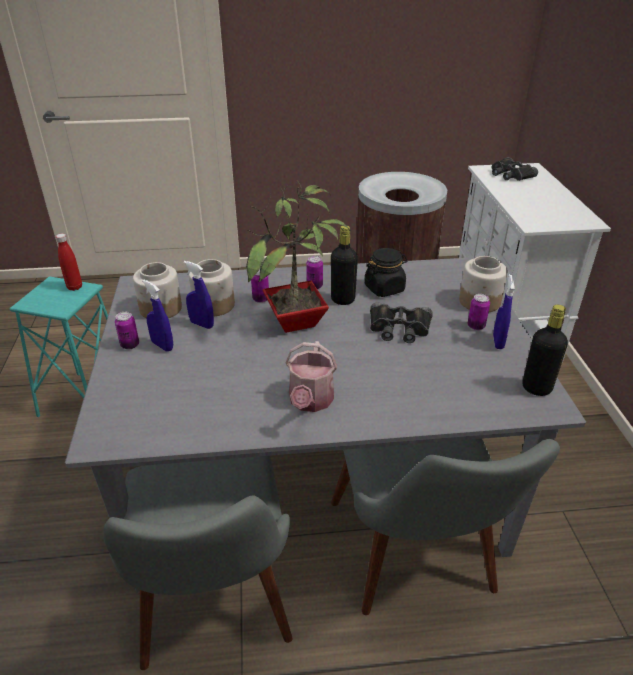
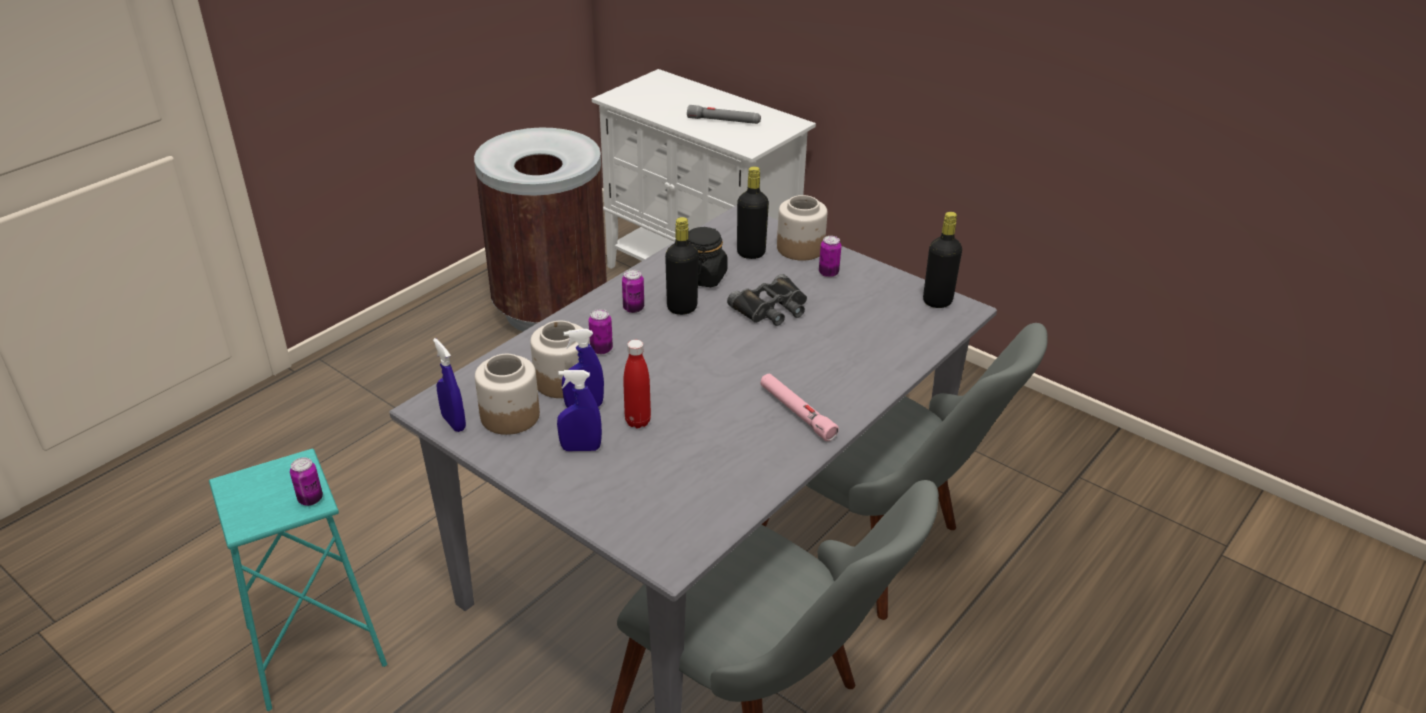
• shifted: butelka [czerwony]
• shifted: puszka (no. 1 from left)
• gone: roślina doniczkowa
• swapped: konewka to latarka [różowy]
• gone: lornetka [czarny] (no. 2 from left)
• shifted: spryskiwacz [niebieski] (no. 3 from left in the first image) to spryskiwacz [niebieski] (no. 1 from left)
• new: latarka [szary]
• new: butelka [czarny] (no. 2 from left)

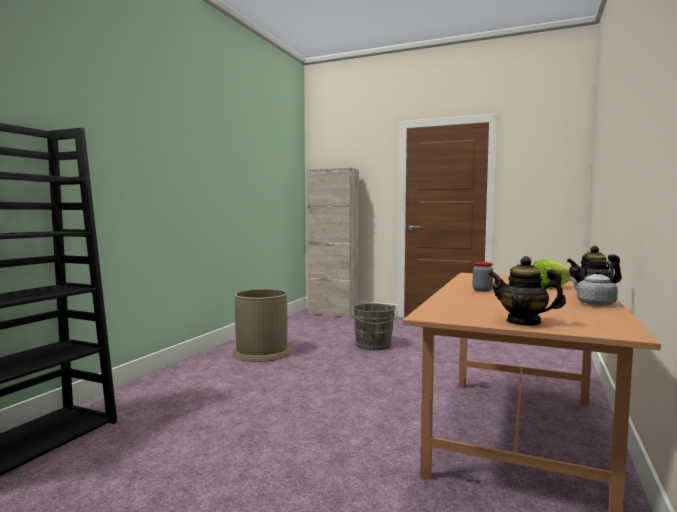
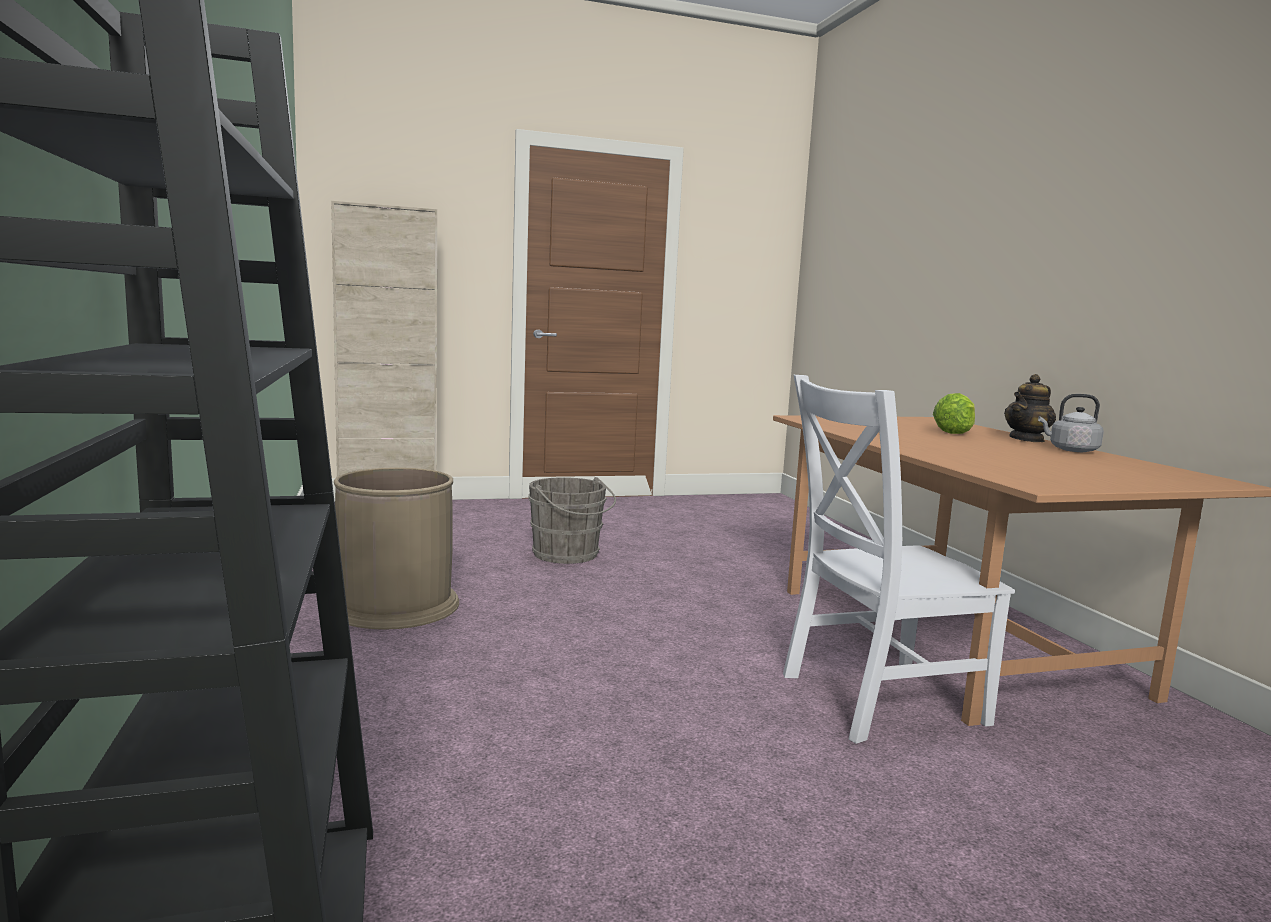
• gone: słoik
• gone: imbryk (no. 1 from left)
• new: krzesło [biały]

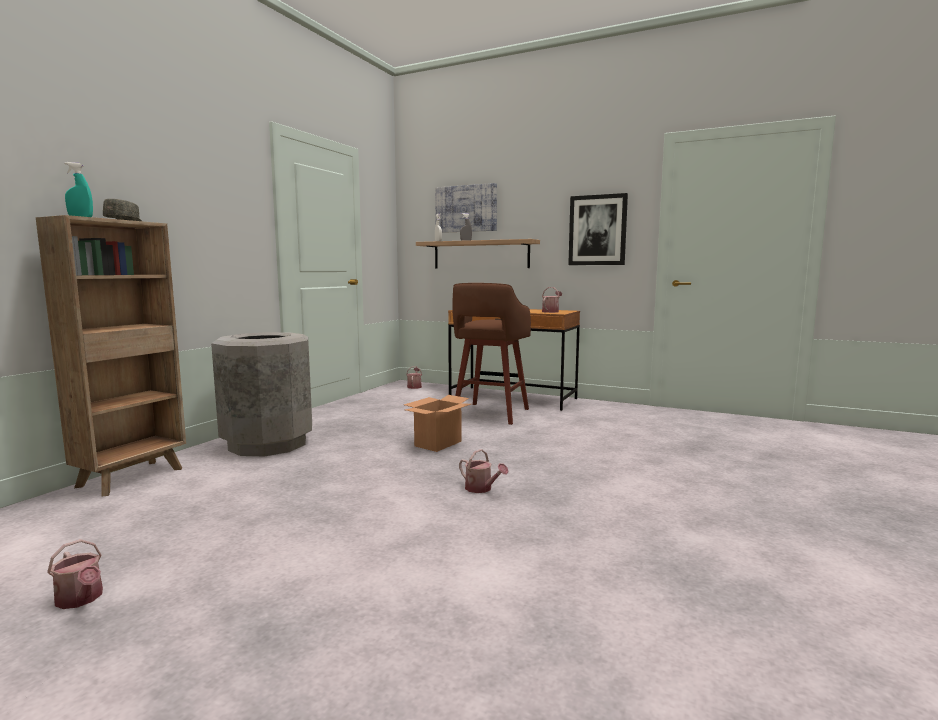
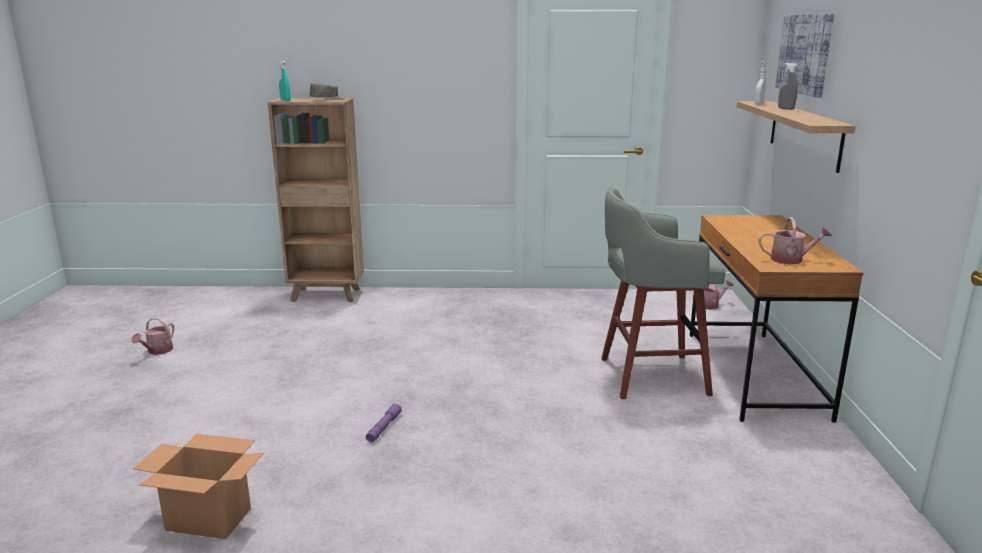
• gone: kosz na śmieci [szary]
• shifted: karton
• repainted: stołek [brązowy] to stołek [szary]
• swapped: konewka (no. 3 from left) to latarka [fioletowy]
• gone: obraz (no. 2 from left)

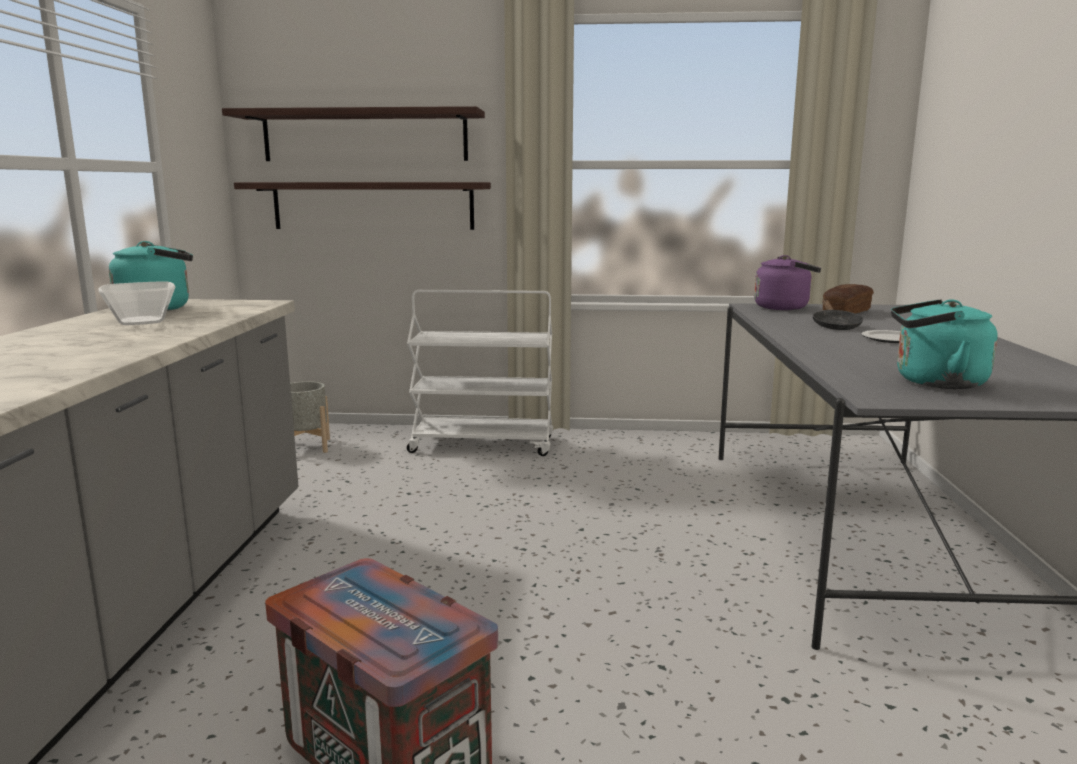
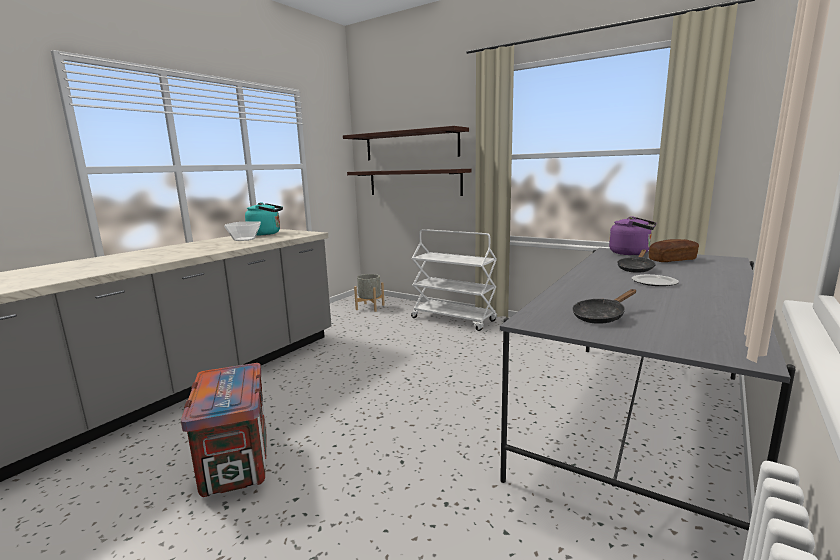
• swapped: czajnik [turkusowy] (no. 2 from left) to patelnia [czarny] (no. 1 from left)

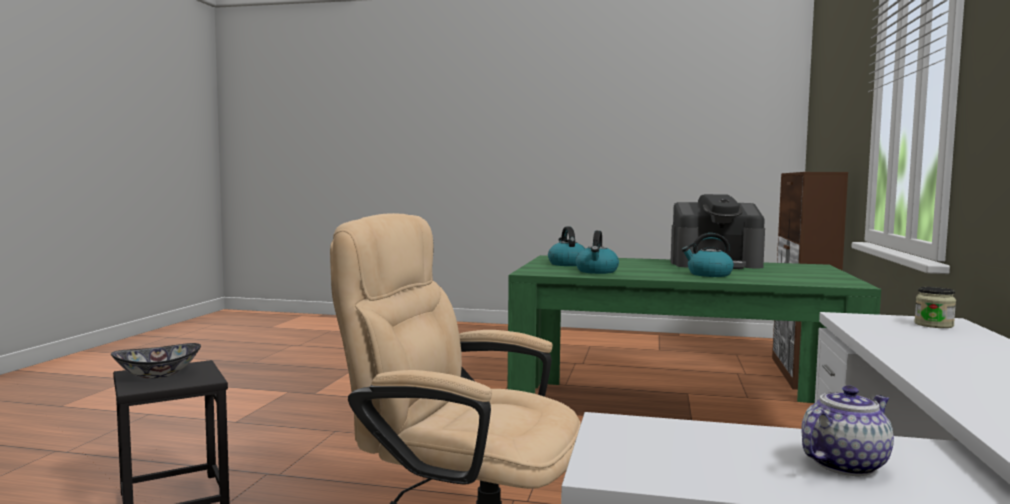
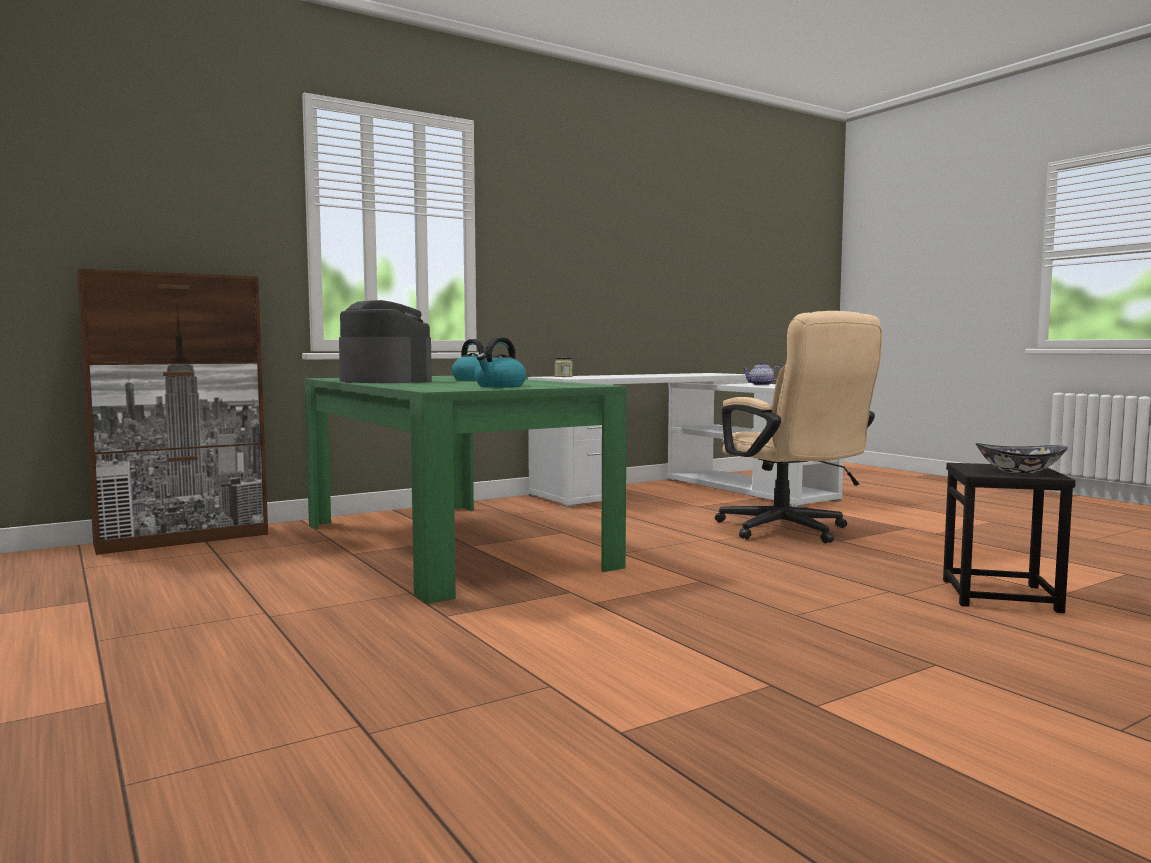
• gone: czajnik (no. 2 from left)

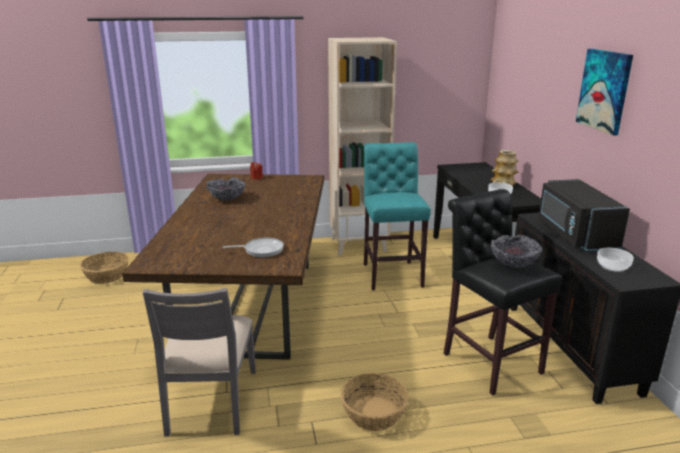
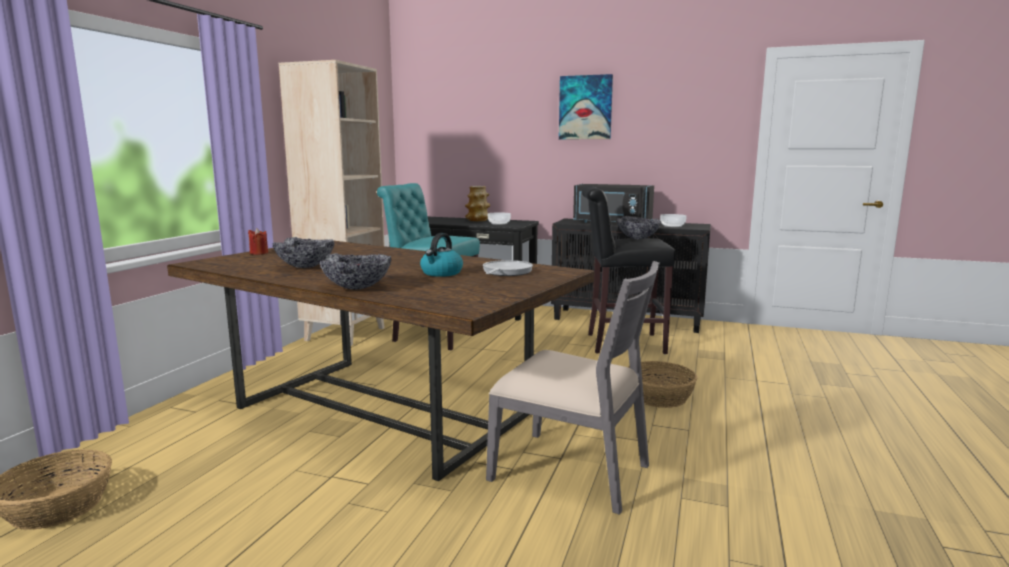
• new: miska (no. 2 from left)
• new: czajnik

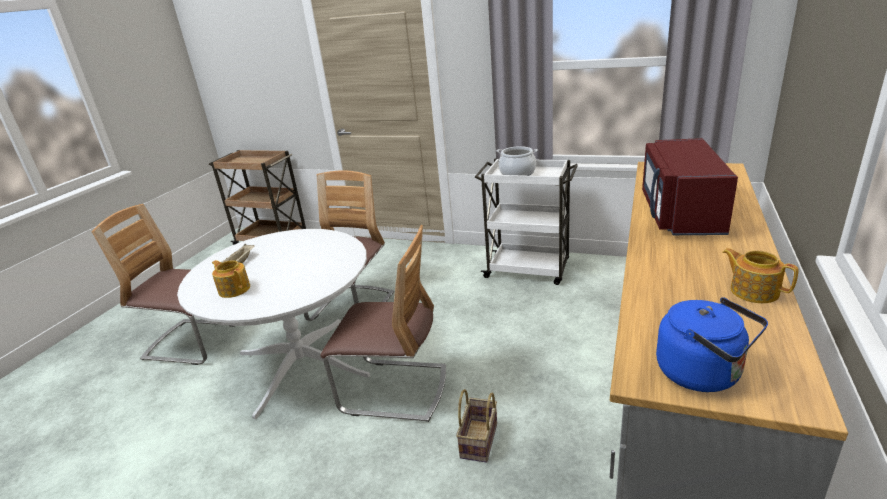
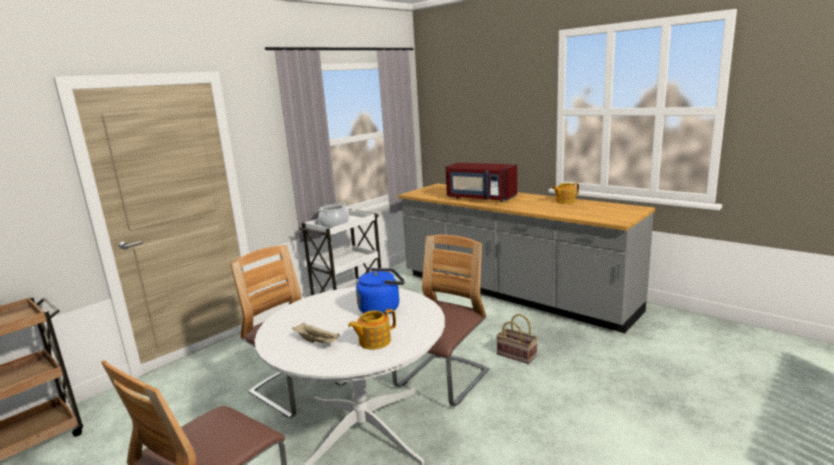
• shifted: czajnik [niebieski]

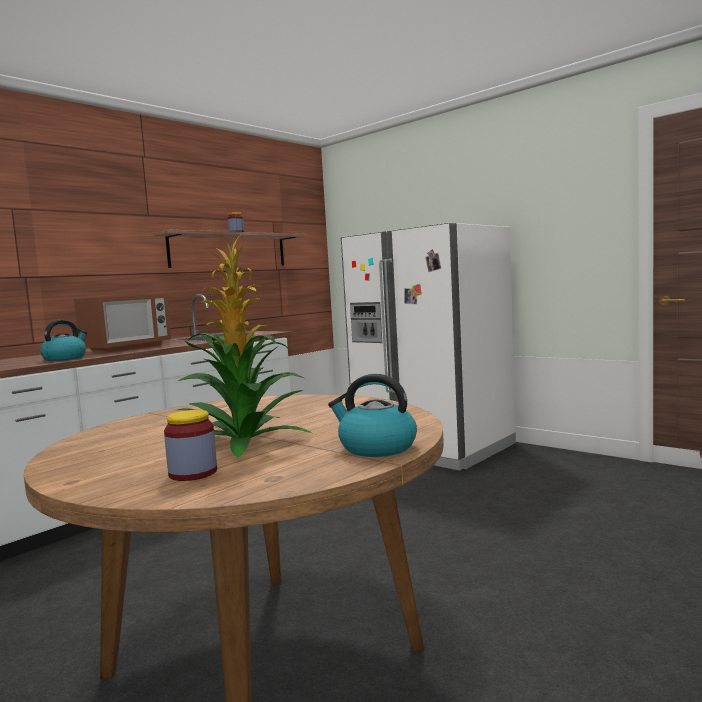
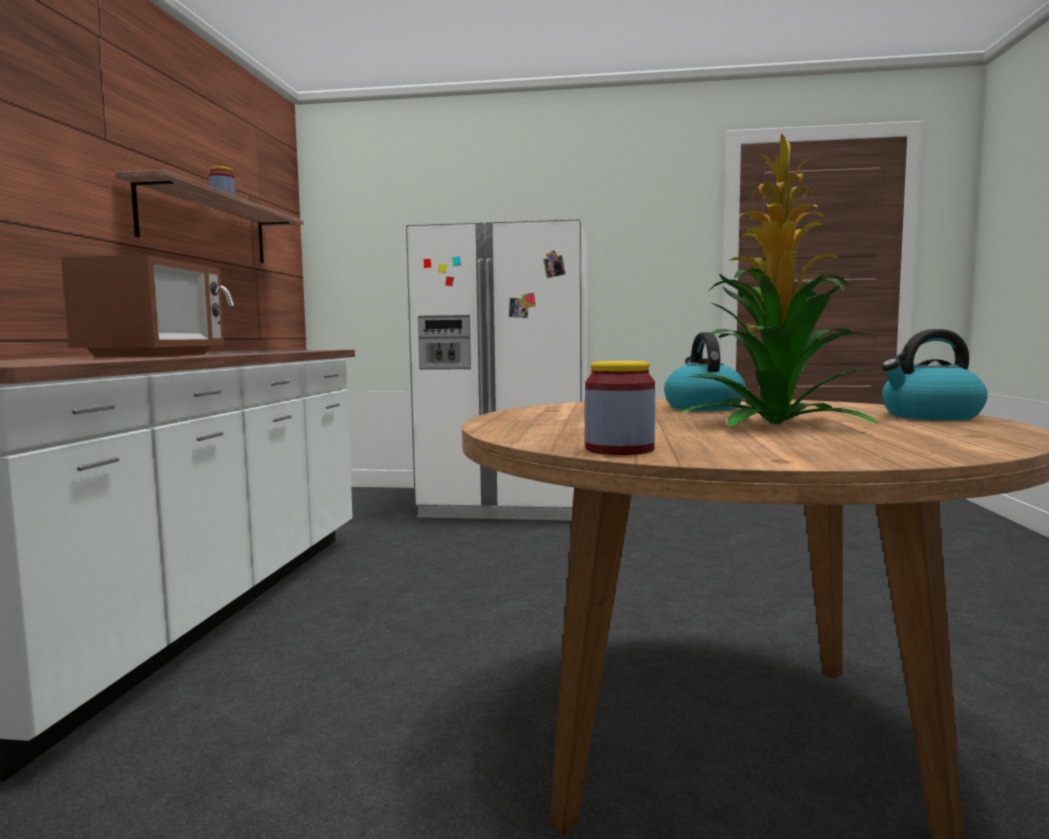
• shifted: czajnik (no. 1 from left)
• shifted: słoik (no. 1 from left in the first image) to słoik (no. 2 from left)

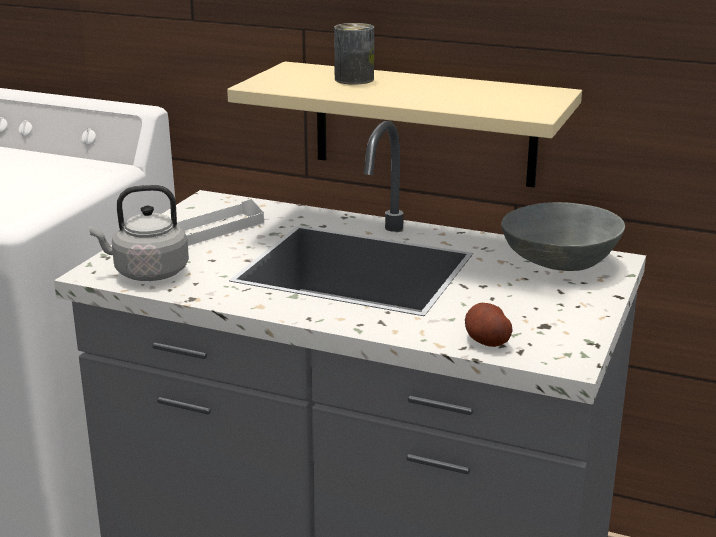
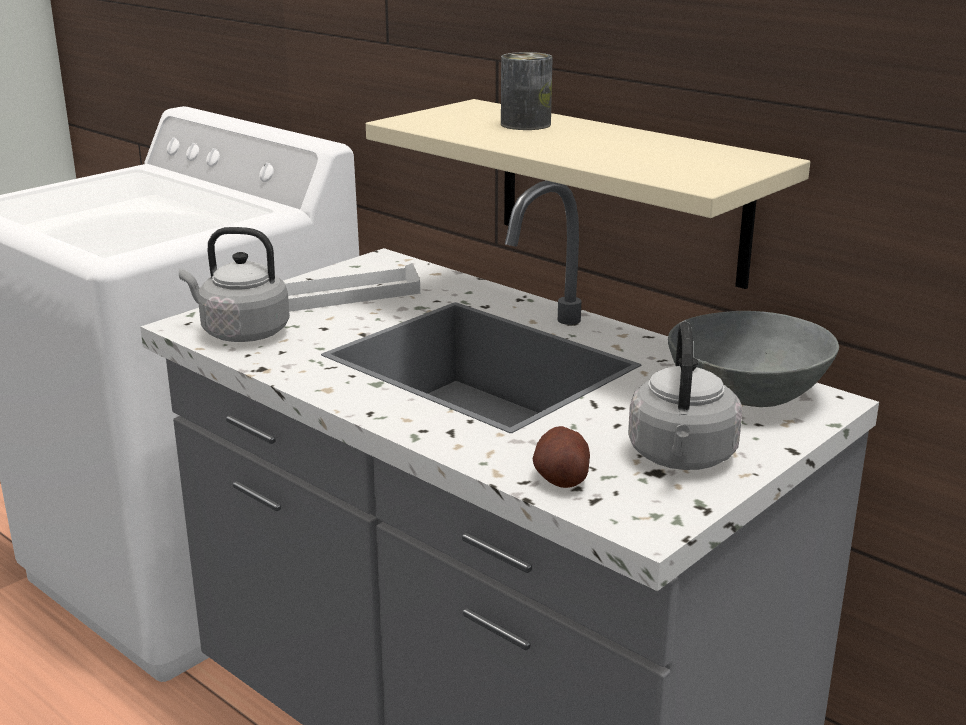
• new: czajnik [szary] (no. 2 from left)

